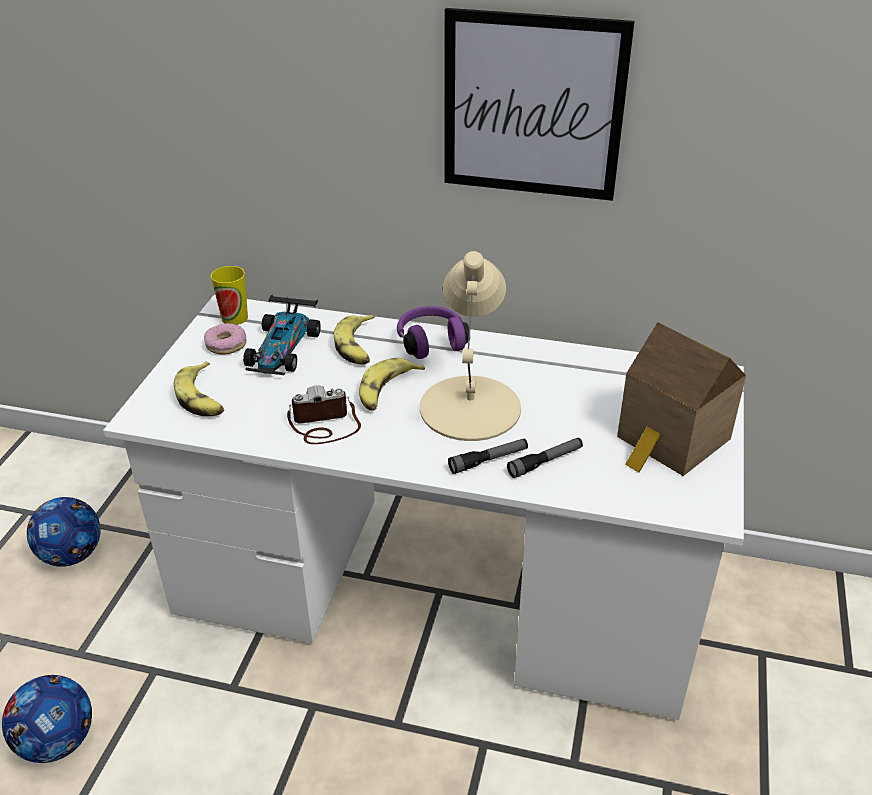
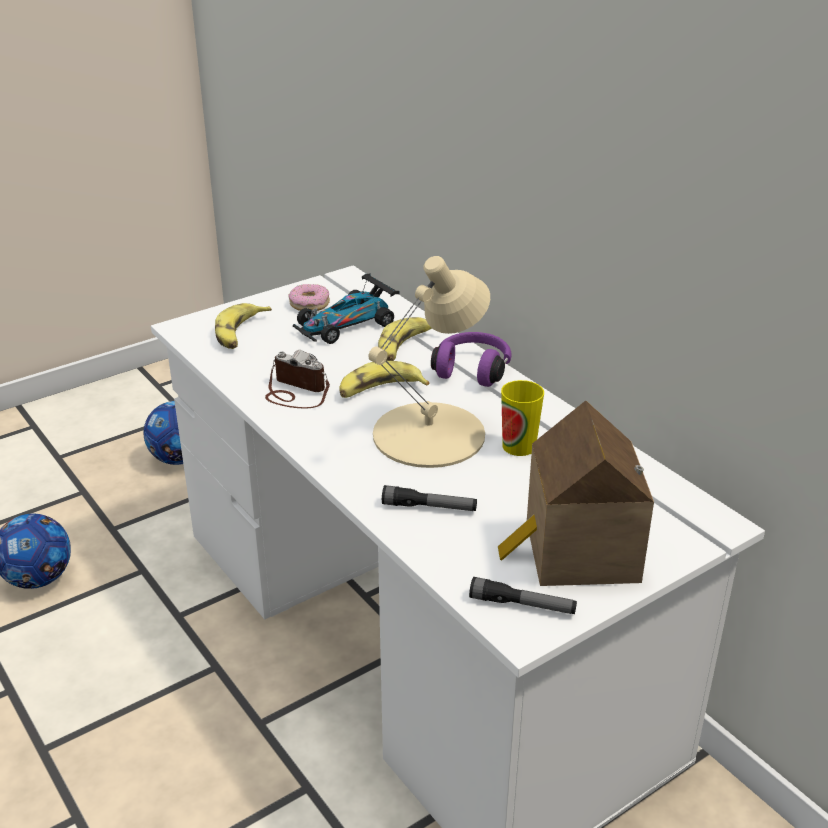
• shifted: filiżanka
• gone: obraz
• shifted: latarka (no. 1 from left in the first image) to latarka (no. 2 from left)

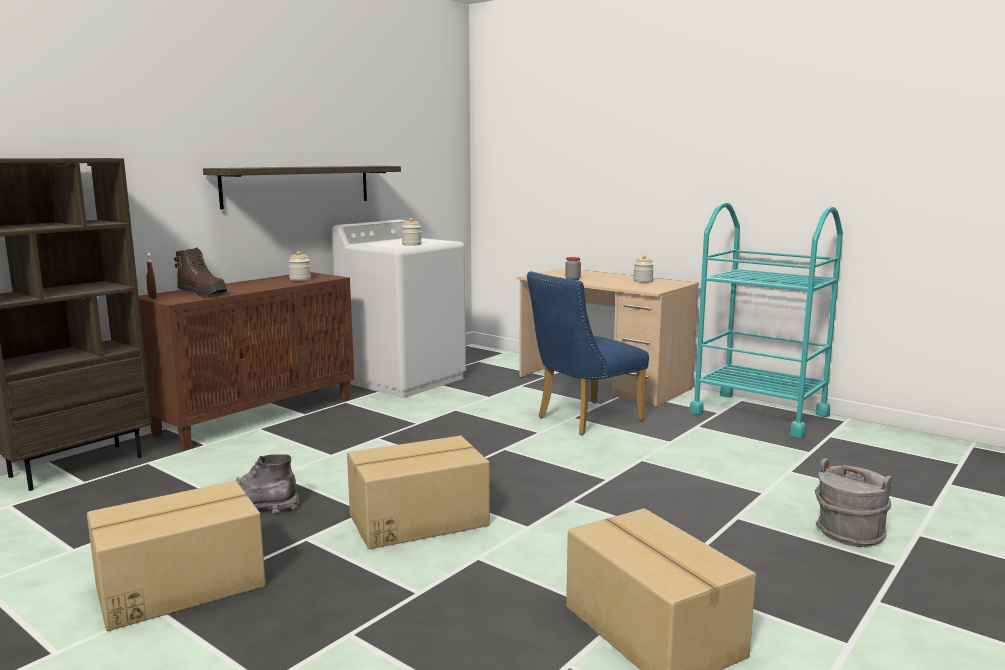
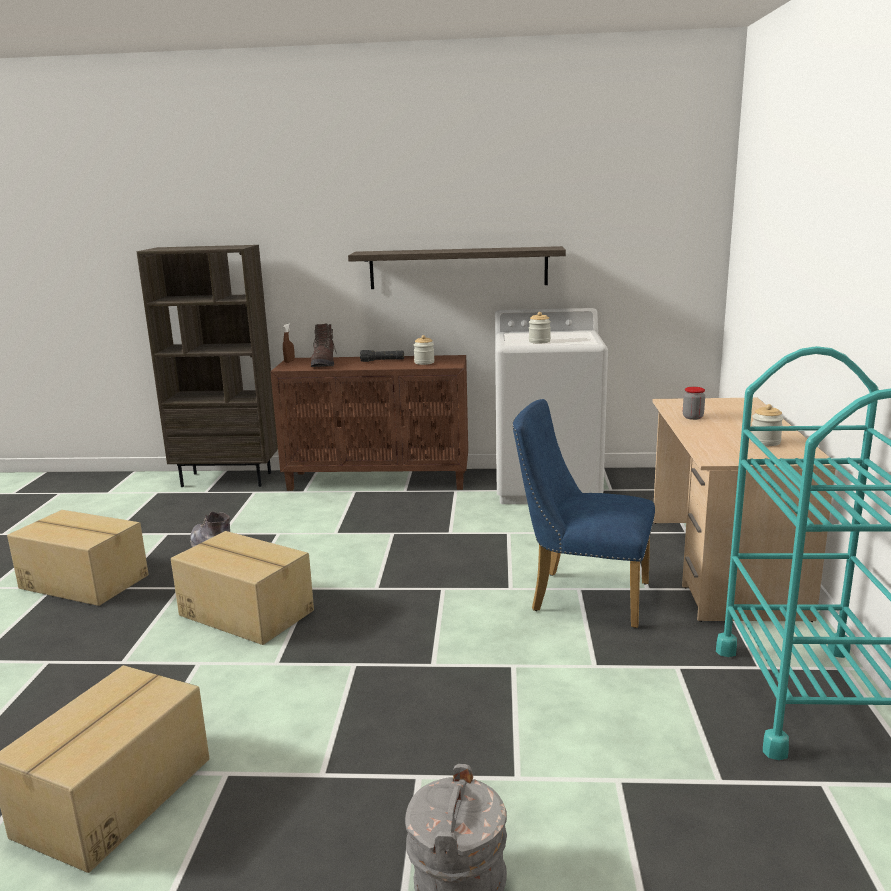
• new: latarka [czarny]

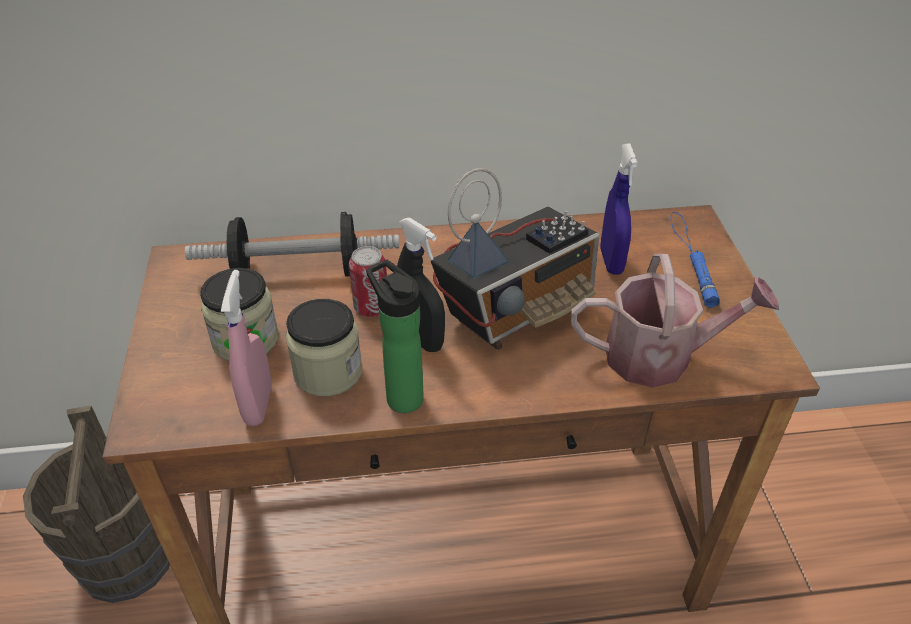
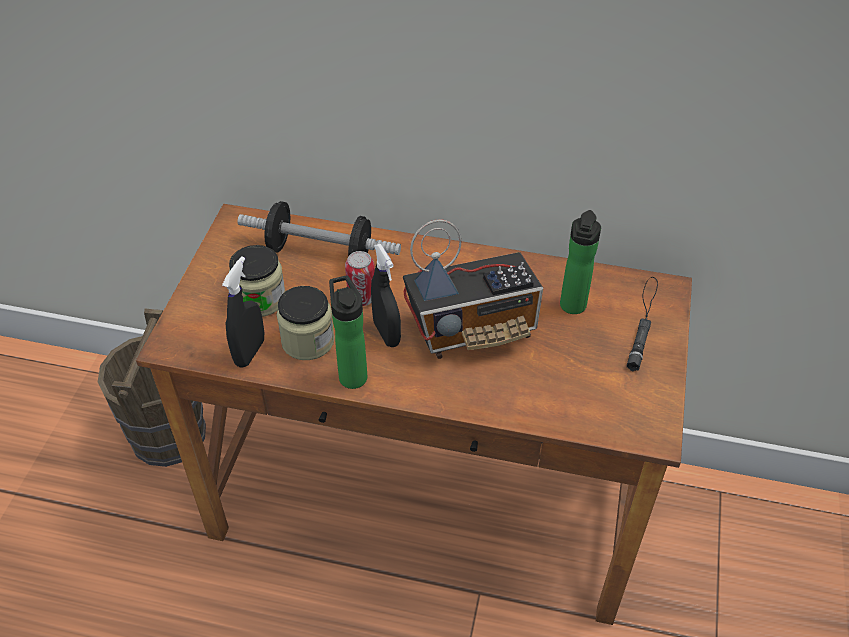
• repainted: spryskiwacz [różowy] to spryskiwacz [czarny] (no. 1 from left)
• gone: konewka
• swapped: spryskiwacz [niebieski] to butelka (no. 2 from left)
• repainted: latarka [niebieski] to latarka [czarny]

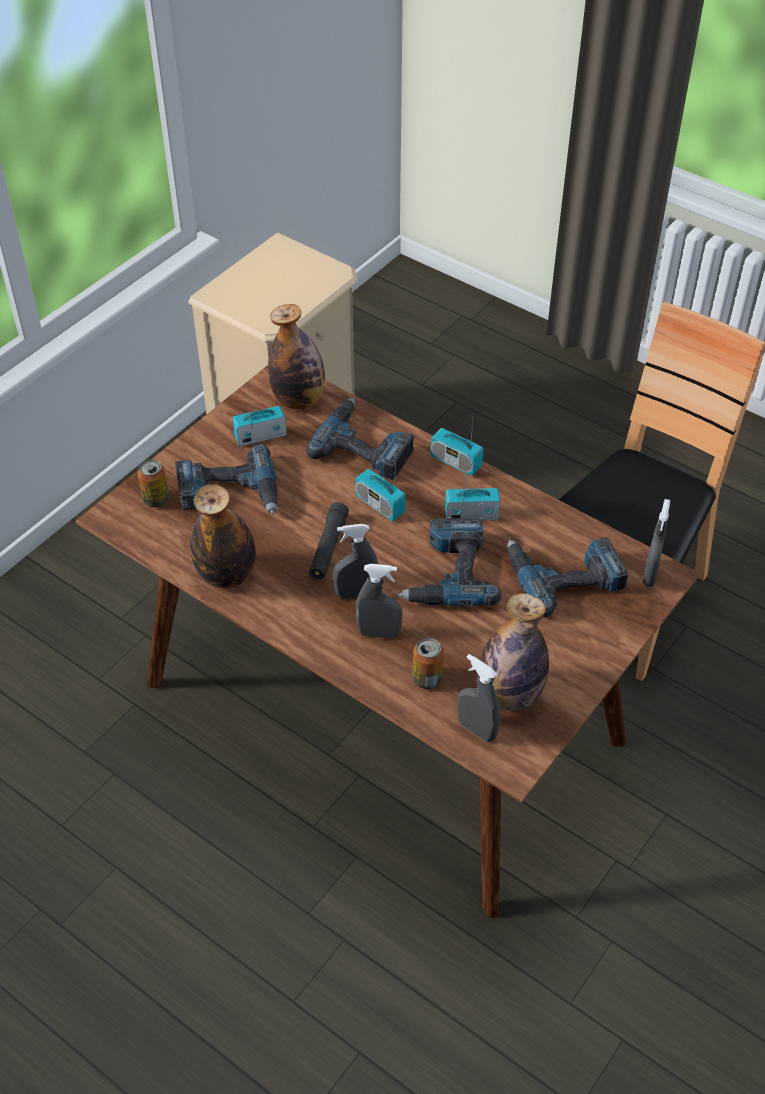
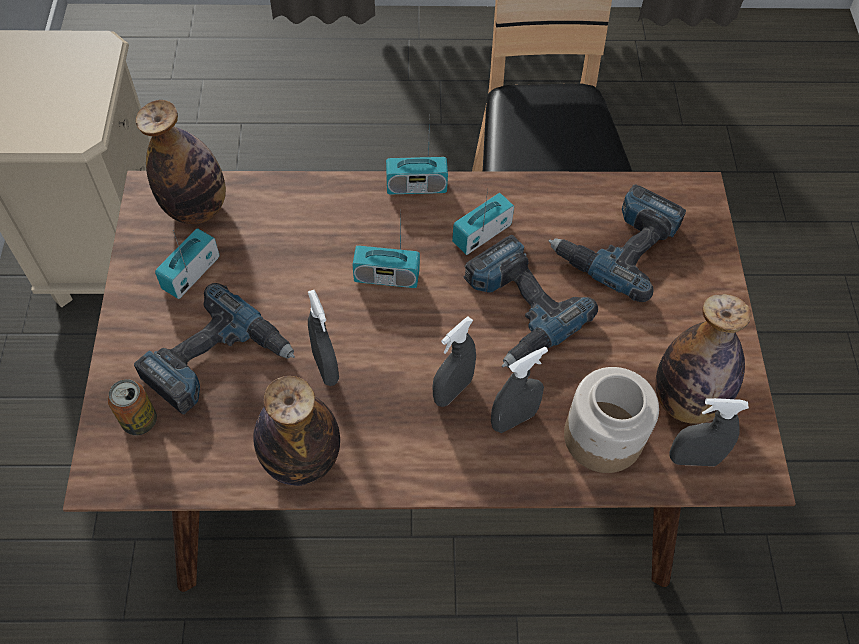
• gone: wiertarka (no. 2 from left)
• gone: latarka [czarny]
• swapped: puszka (no. 2 from left) to słoik
• shifted: spryskiwacz [szary] (no. 4 from left in the first image) to spryskiwacz [szary] (no. 1 from left)

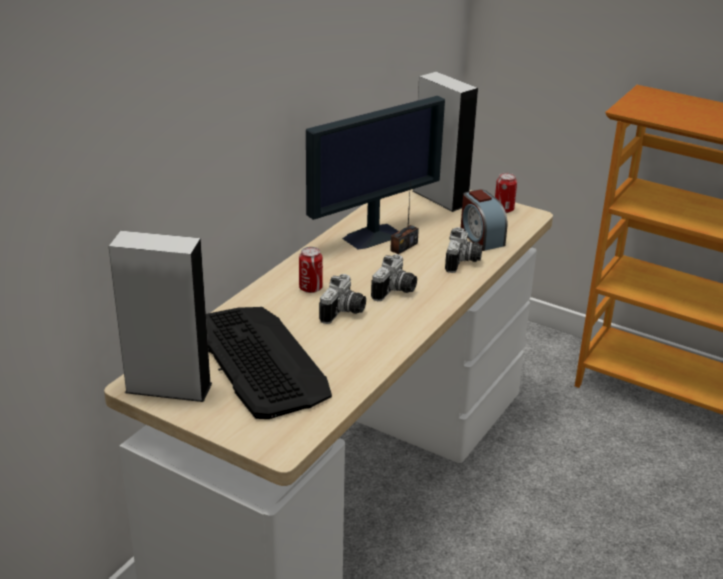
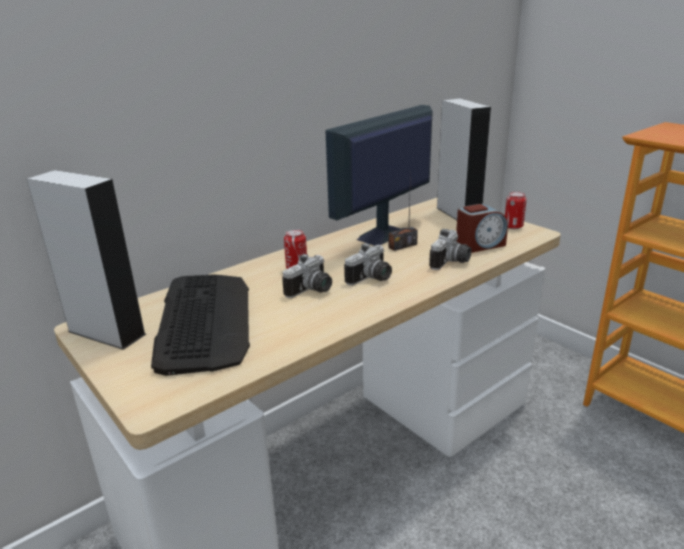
• rotated: monitor 150 degrees clockwise
• rotated: budzik 105 degrees counterclockwise

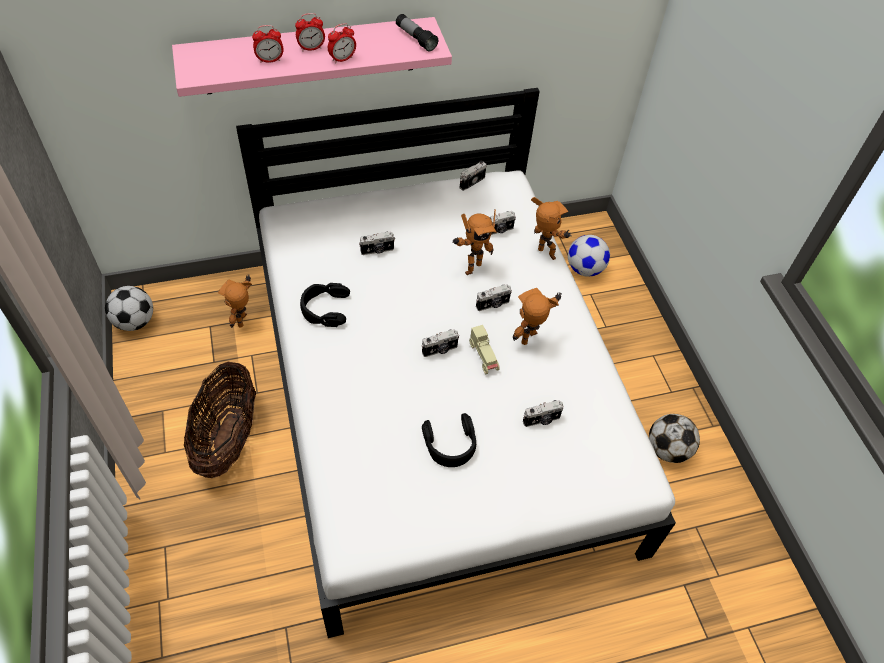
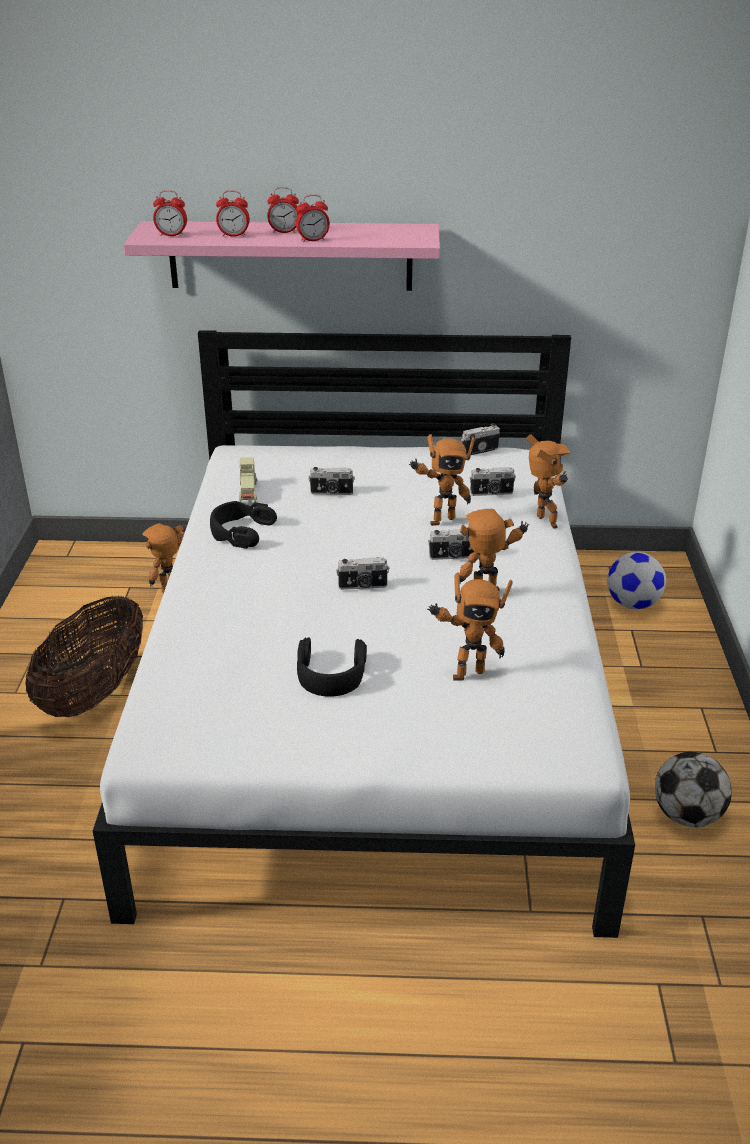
• gone: piłka futbolowa (no. 1 from left)
• gone: latarka
• shifted: samochodzik [beżowy]
• swapped: aparat fotograficzny (no. 6 from left) to robot zabawkowy (no. 3 from left)
• new: budzik (no. 1 from left)

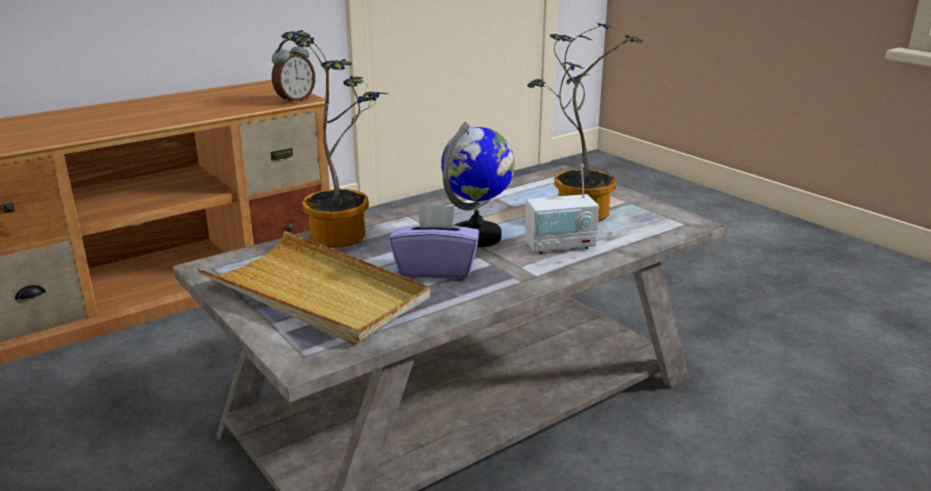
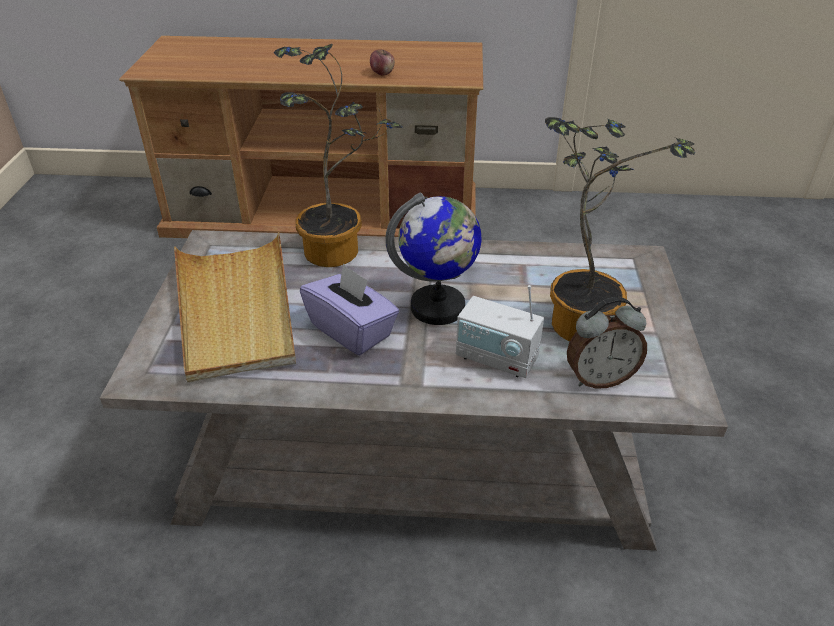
• shifted: budzik
• new: jabłko

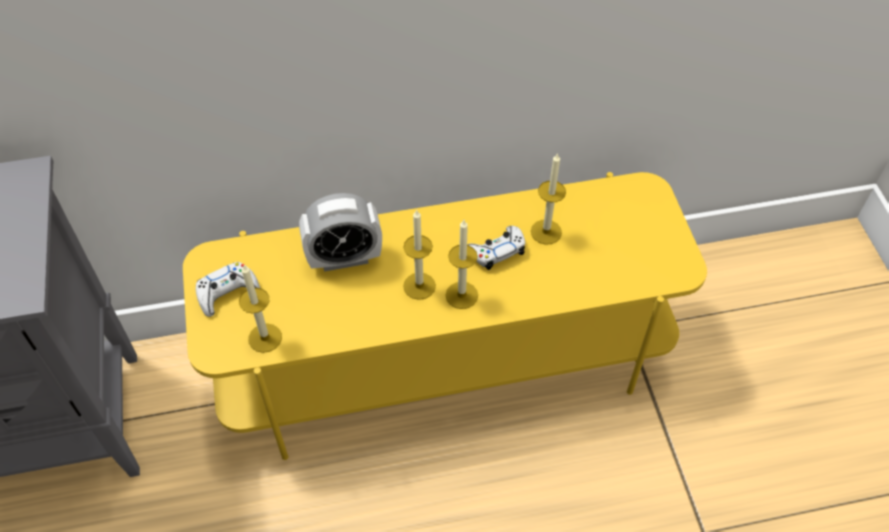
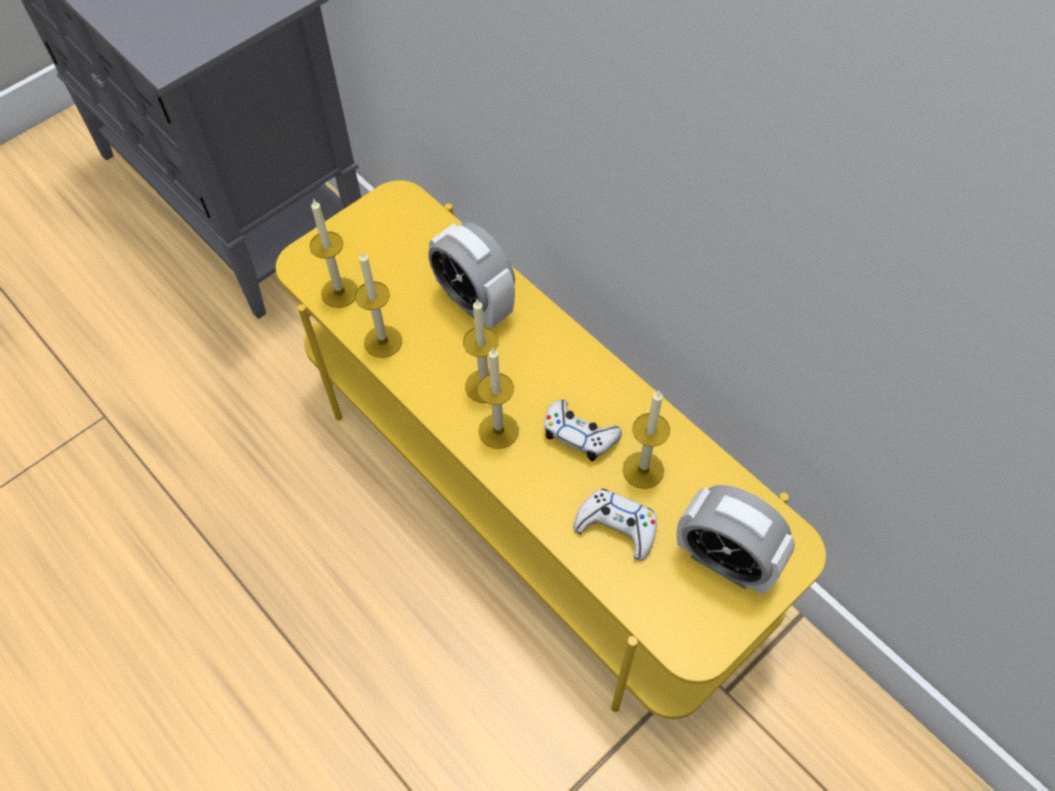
• shifted: pad do gier [biały] (no. 1 from left in the first image) to pad do gier [biały] (no. 2 from left)
• new: świeca (no. 2 from left)
• new: budzik (no. 2 from left)

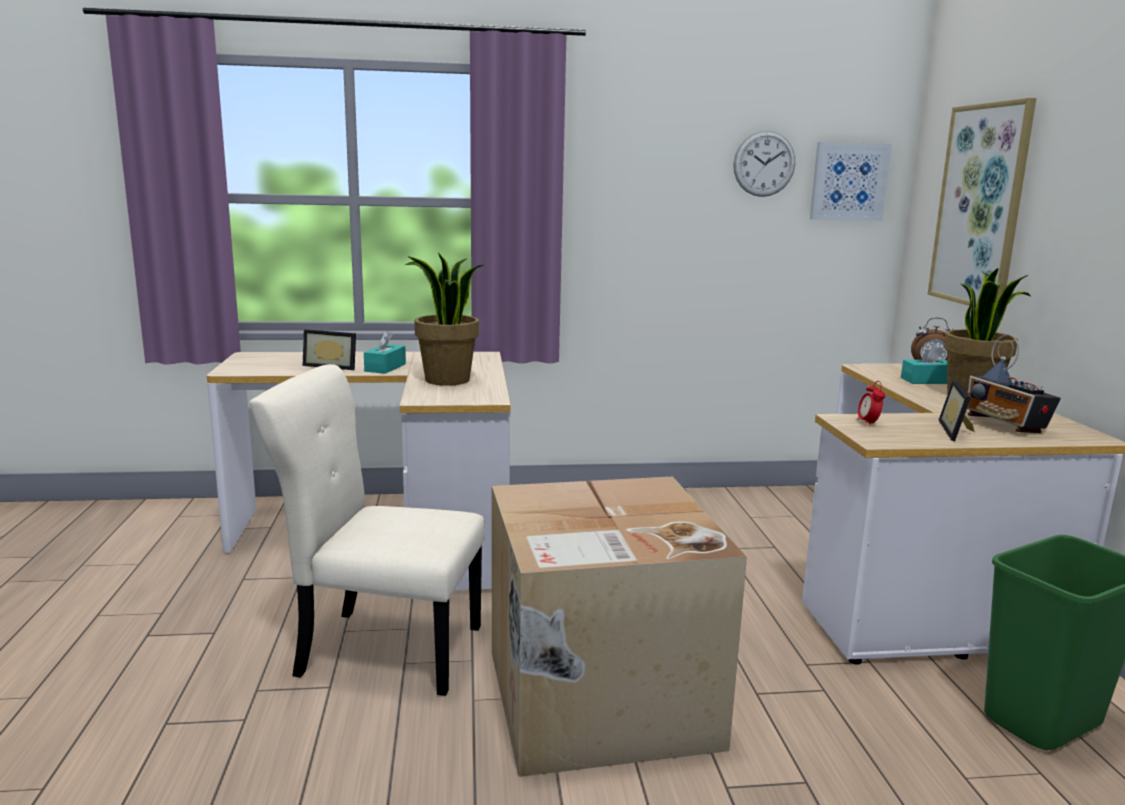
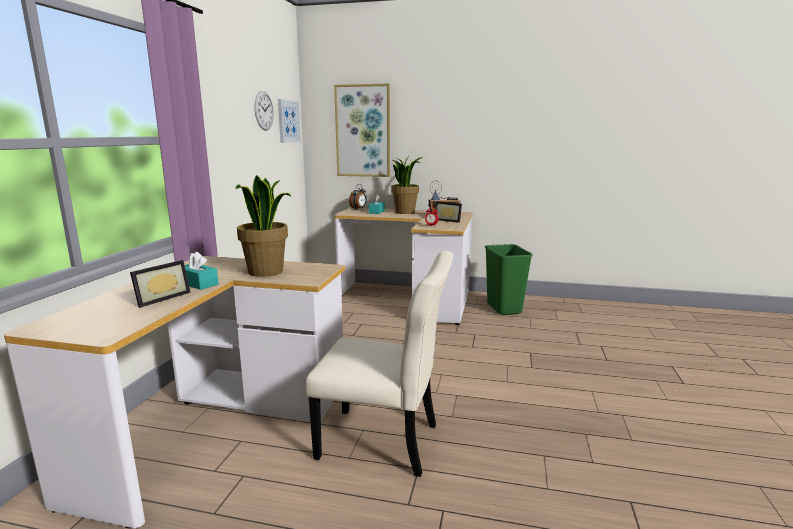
• rotated: krzesło [beżowy] 105 degrees counterclockwise
• gone: karton

